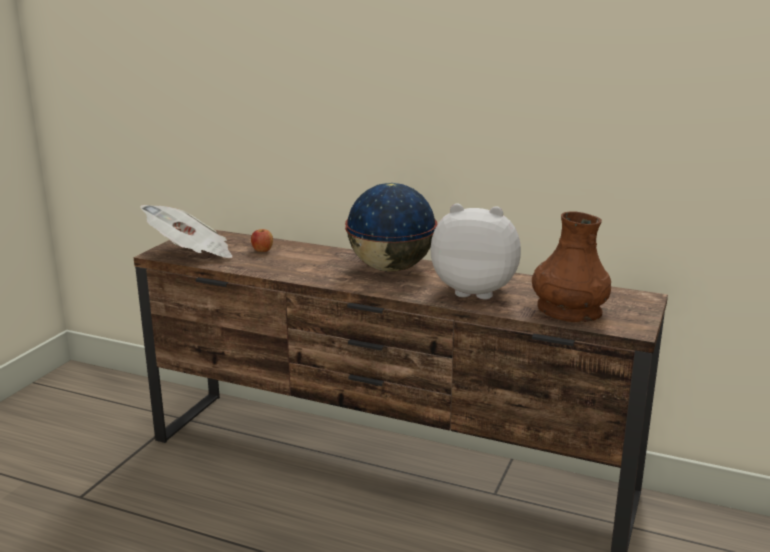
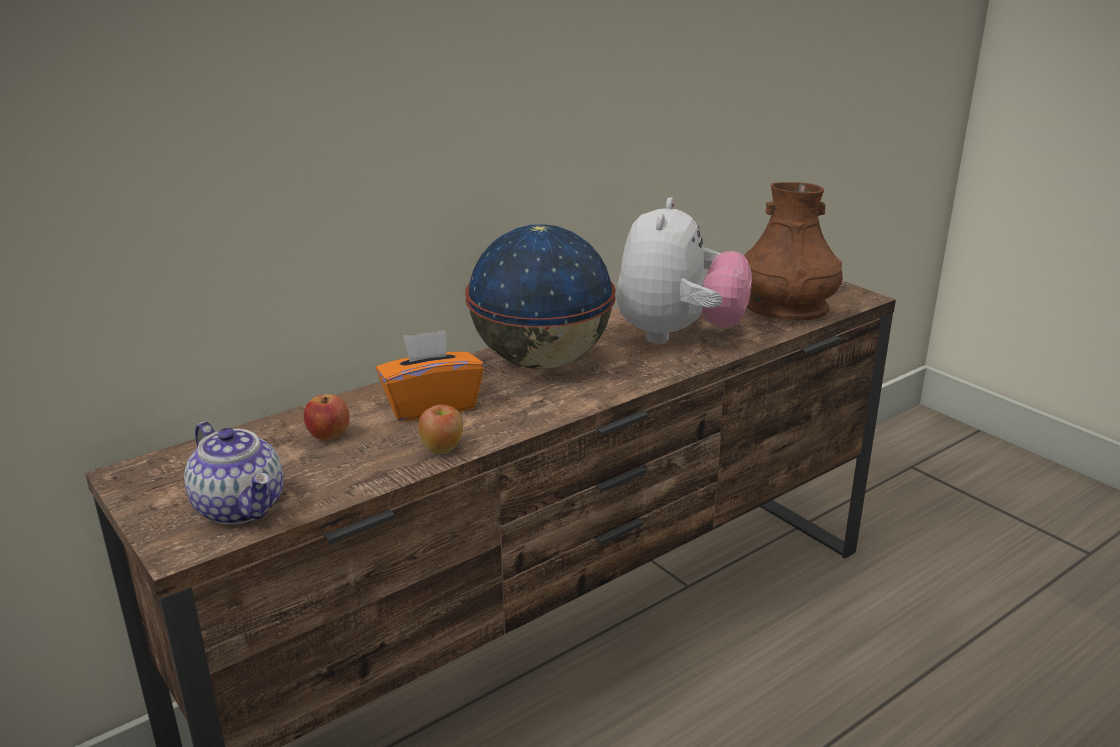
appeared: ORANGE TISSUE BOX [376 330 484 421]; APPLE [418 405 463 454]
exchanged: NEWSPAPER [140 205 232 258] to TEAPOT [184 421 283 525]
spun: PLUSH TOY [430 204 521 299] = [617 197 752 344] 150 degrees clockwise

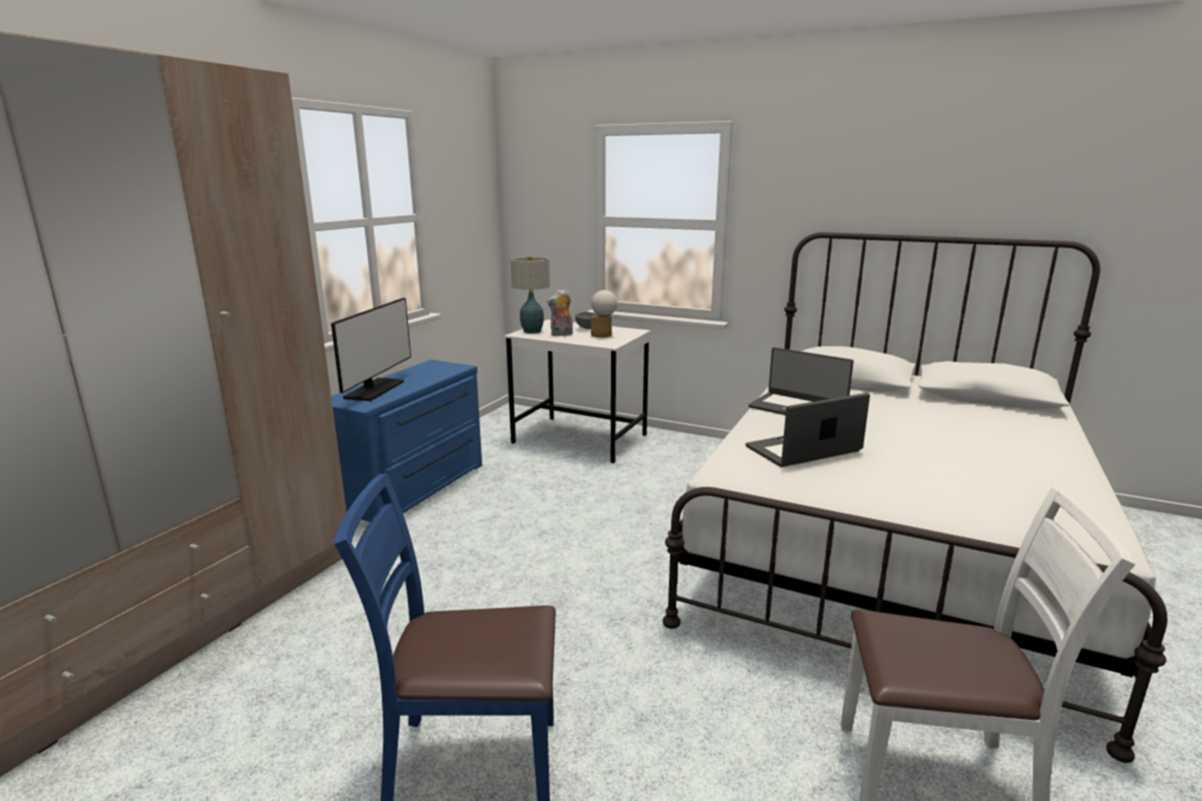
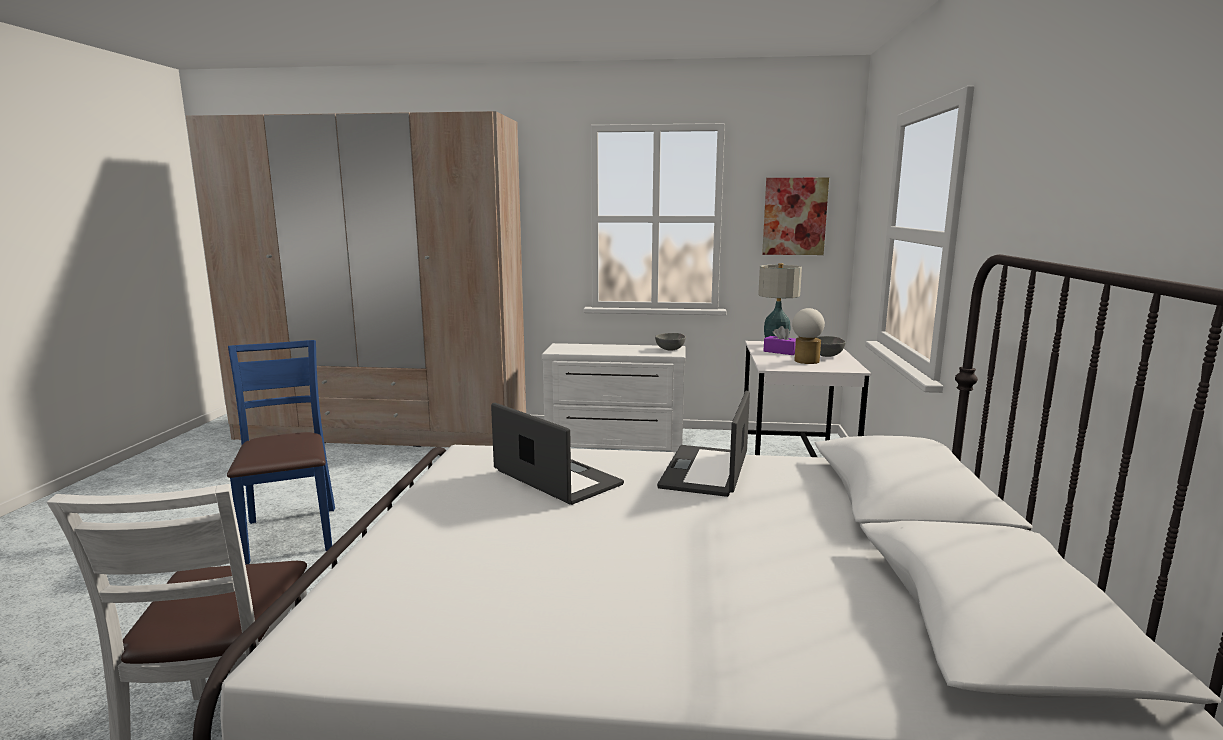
missing: MONITOR [331 298 411 401]
appeared: GREY BOWL [655 333 686 351]; PICTURE [762 178 829 255]
exchanged: PLUSH TOY [547 289 573 336] to PURPLE TISSUE BOX [763 326 796 355]
colour: BLUE DRESSER [331 360 482 522] to WHITE DRESSER [542 343 686 452]

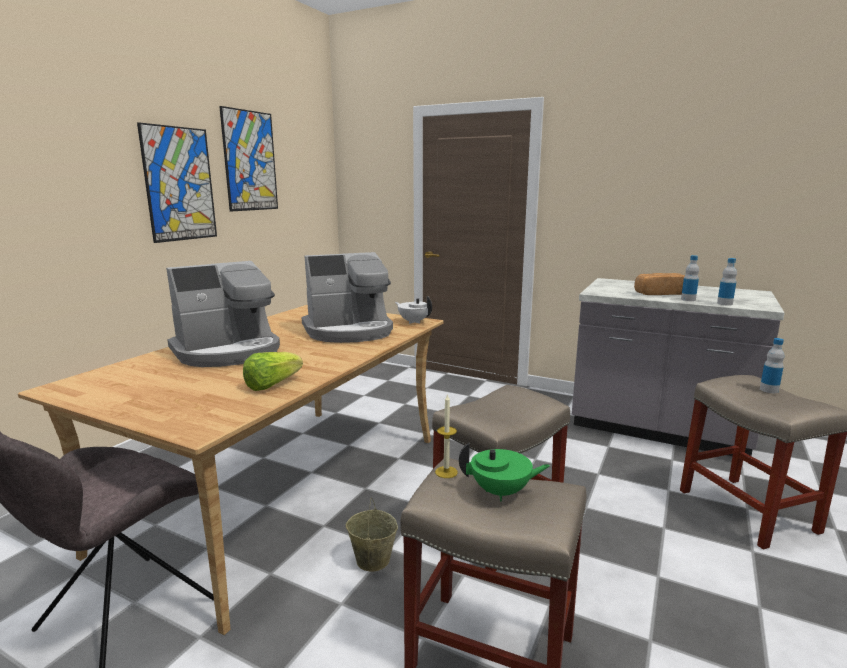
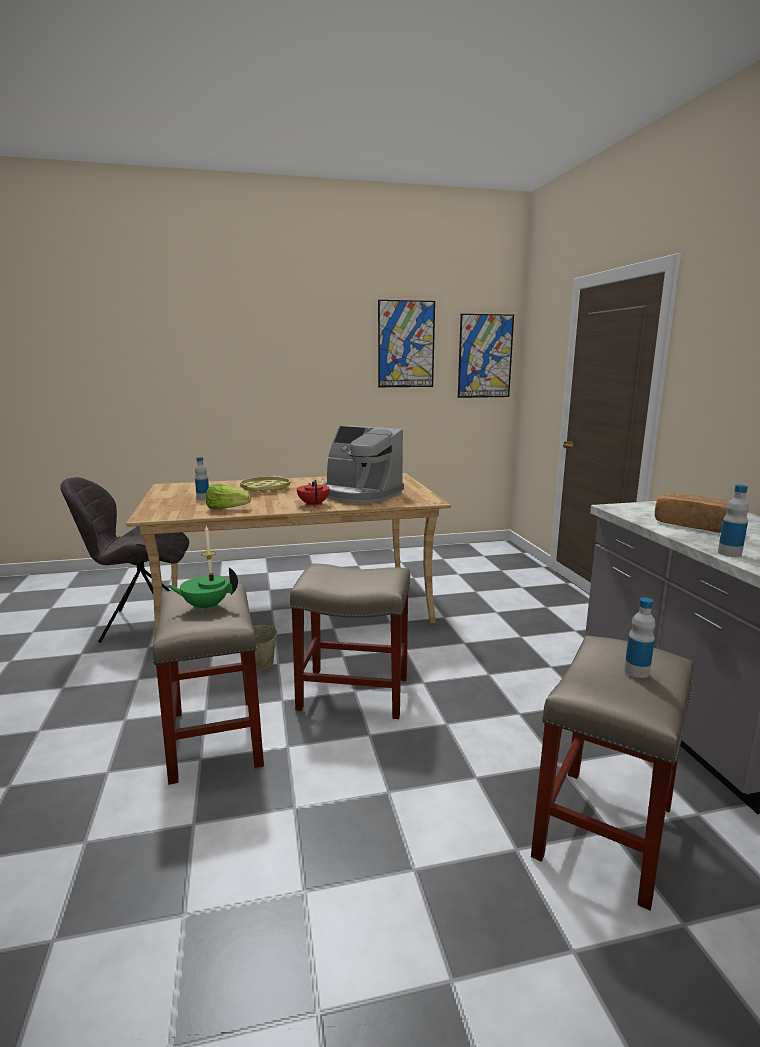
missing: WHITE TEAPOT [395 296 432 324]
appeared: RED TEAPOT [297 480 330 507]
relocated: PICTURE [137 122 217 243] to [458 314 514 398]; BOTTLE [681 255 699 301] to [195 457 209 500]
exchanged: COFFEE MACHINE [166 261 280 367] to YELLOW TRAY [240 476 290 493]
spun: GREEN TEAPOT [459 442 550 501] = [167 568 238 612] 120 degrees clockwise

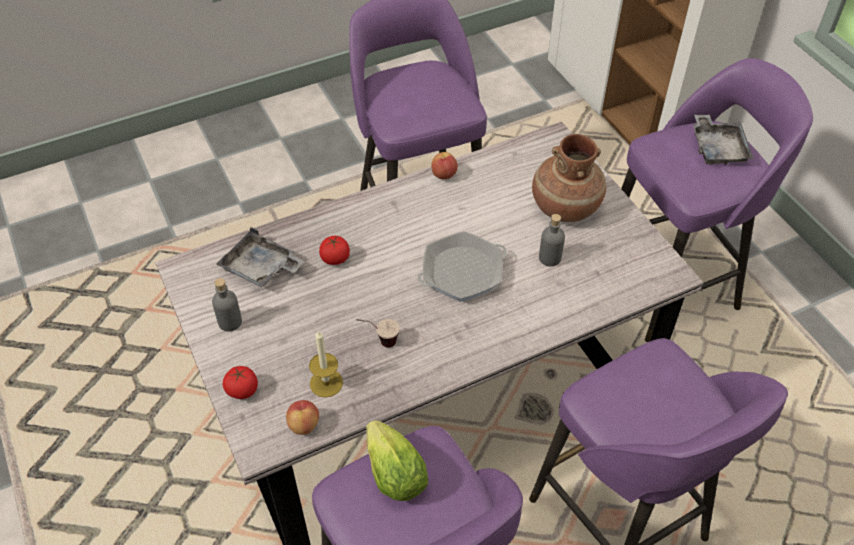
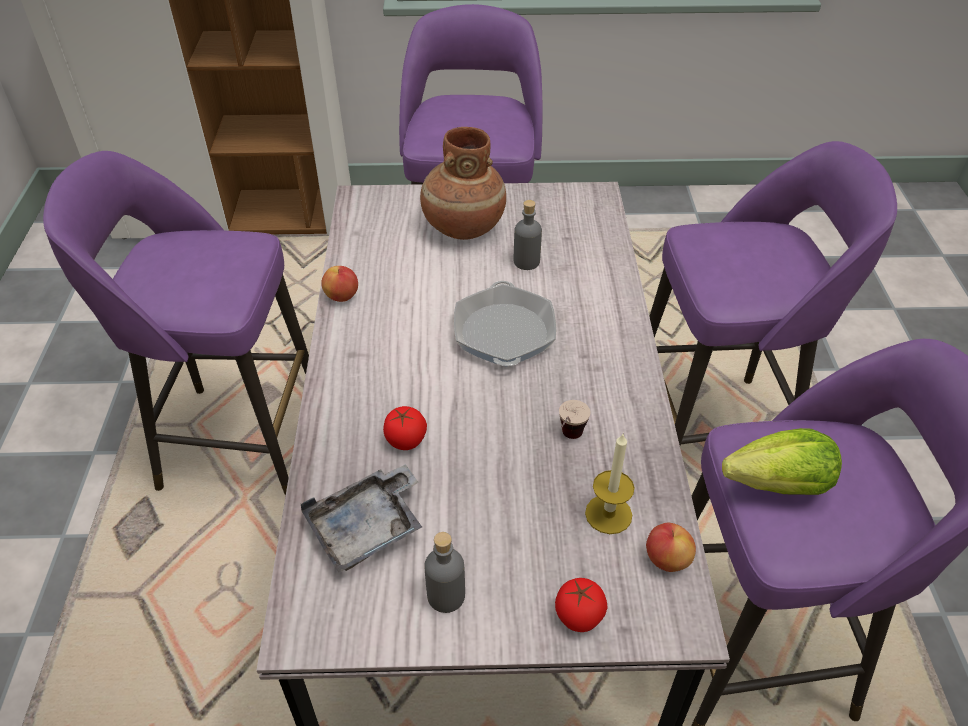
missing: GREY TRAY [693 115 753 165]

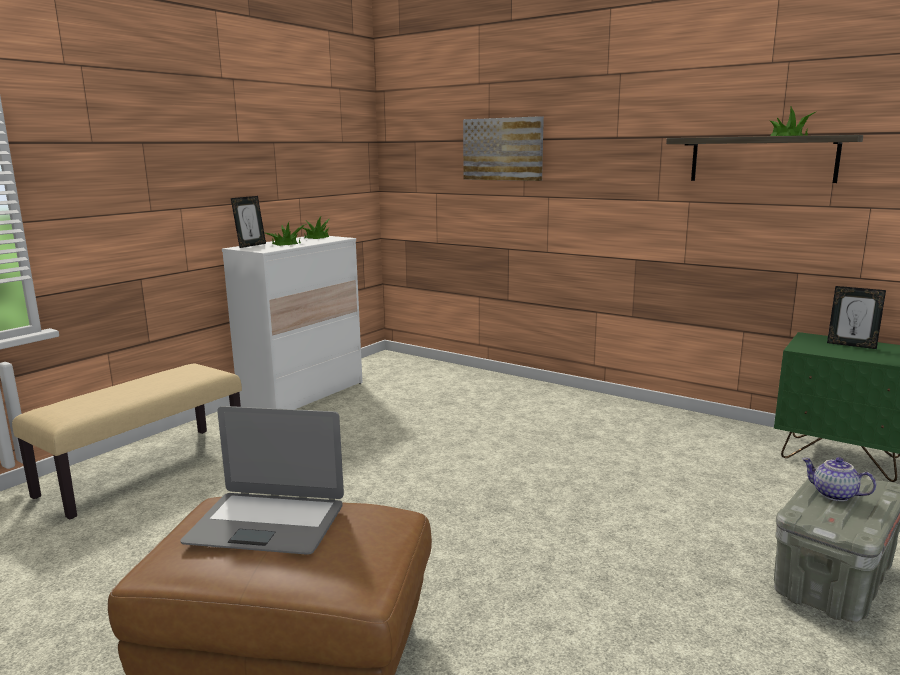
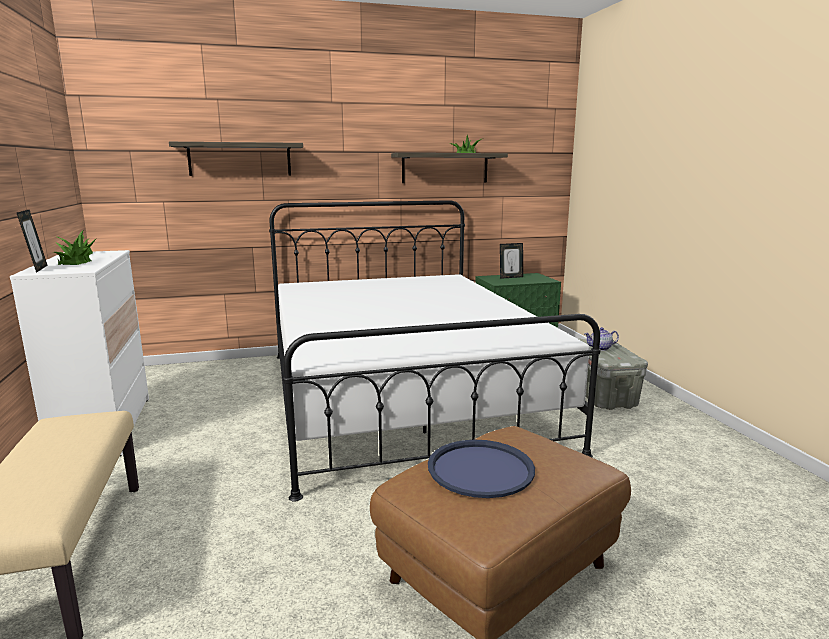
appeared: WHITE BED [269 200 601 502]
exchanged: LAPTOP [180 406 344 555] to BLUE TRAY [428 440 535 498]; PICTURE [463 116 544 181] to SHELF [169 142 303 176]

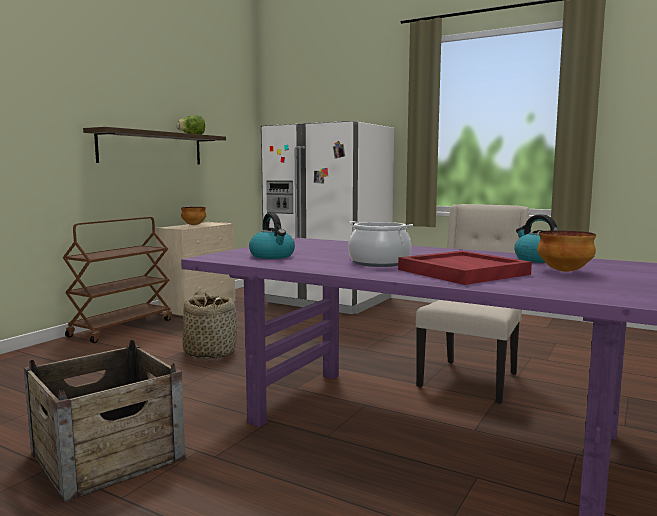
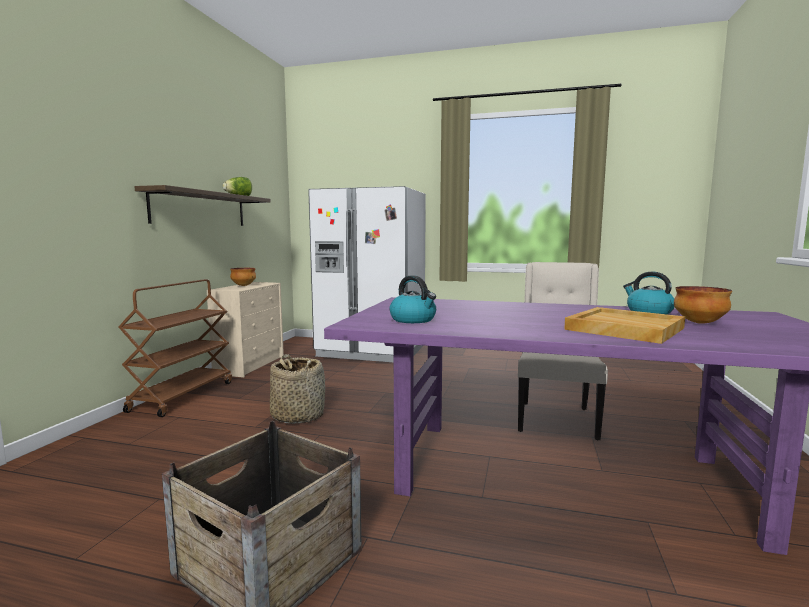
missing: COOKING POT [348 221 413 267]
colour: RED TRAY [398 251 532 285] to BEIGE TRAY [564 307 685 344]

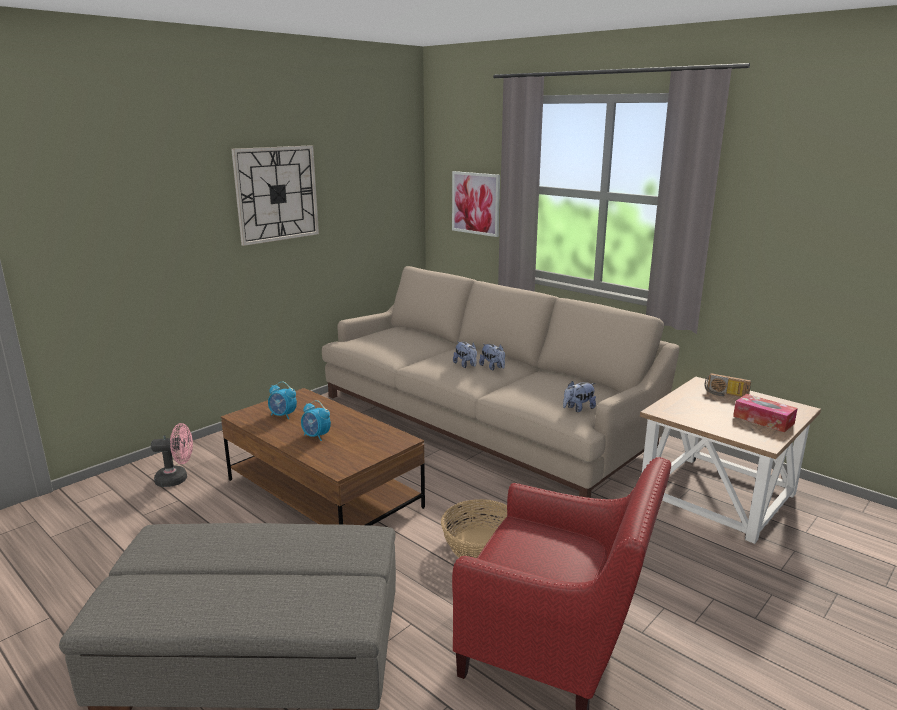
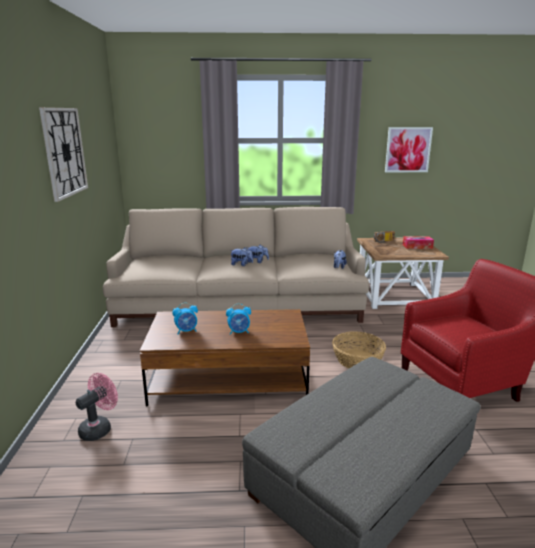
relocated: PICTURE [452 171 500 237] to [385 127 433 172]

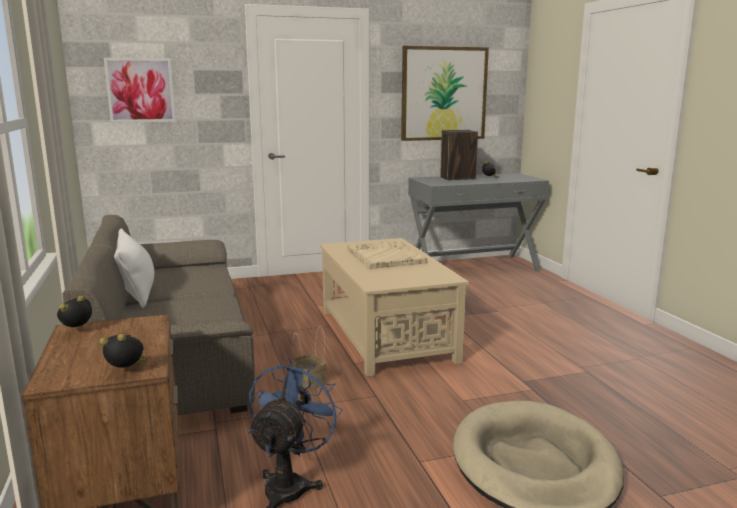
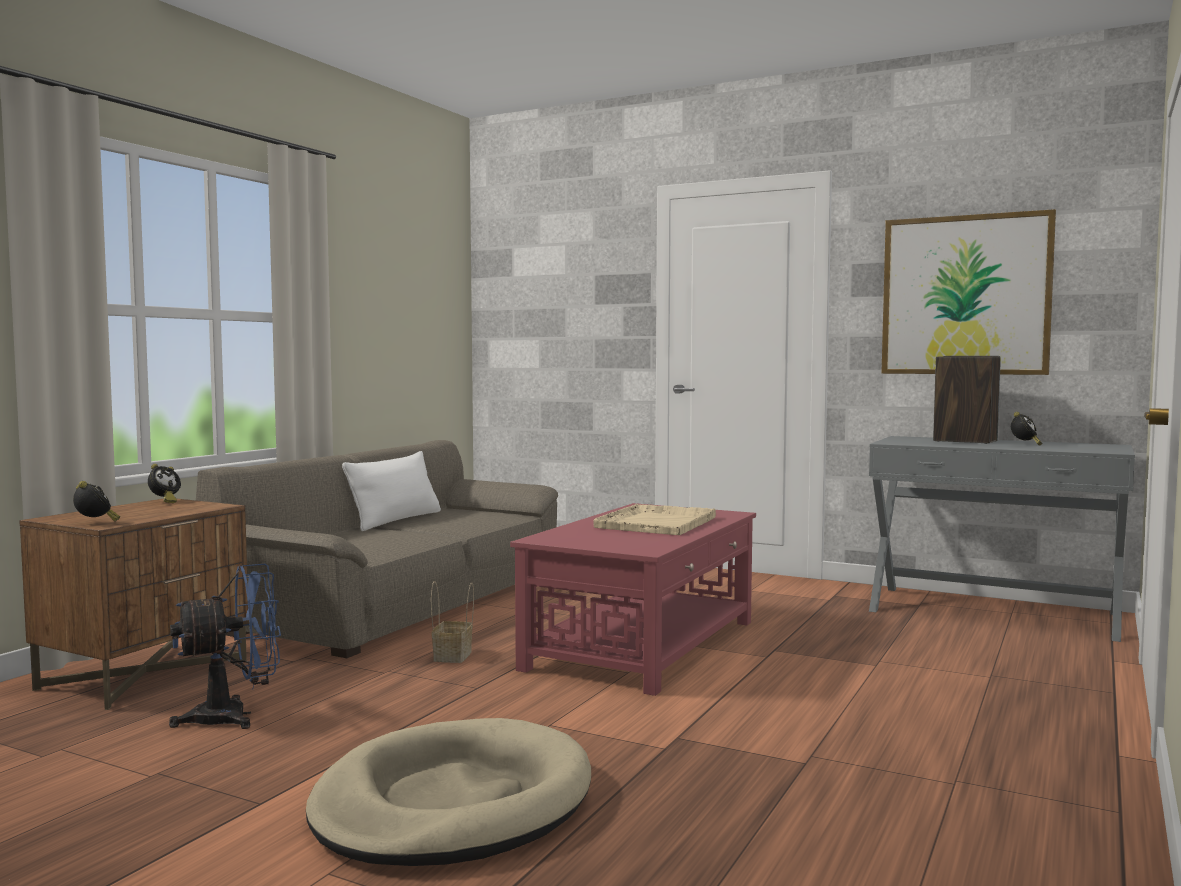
missing: PICTURE [104 58 176 123]
colour: BEIGE COFFEE TABLE [320 238 469 376] to RED COFFEE TABLE [510 503 756 696]
spun: ALARM CLOCK [57 296 92 327] = [148 464 181 503] 120 degrees clockwise

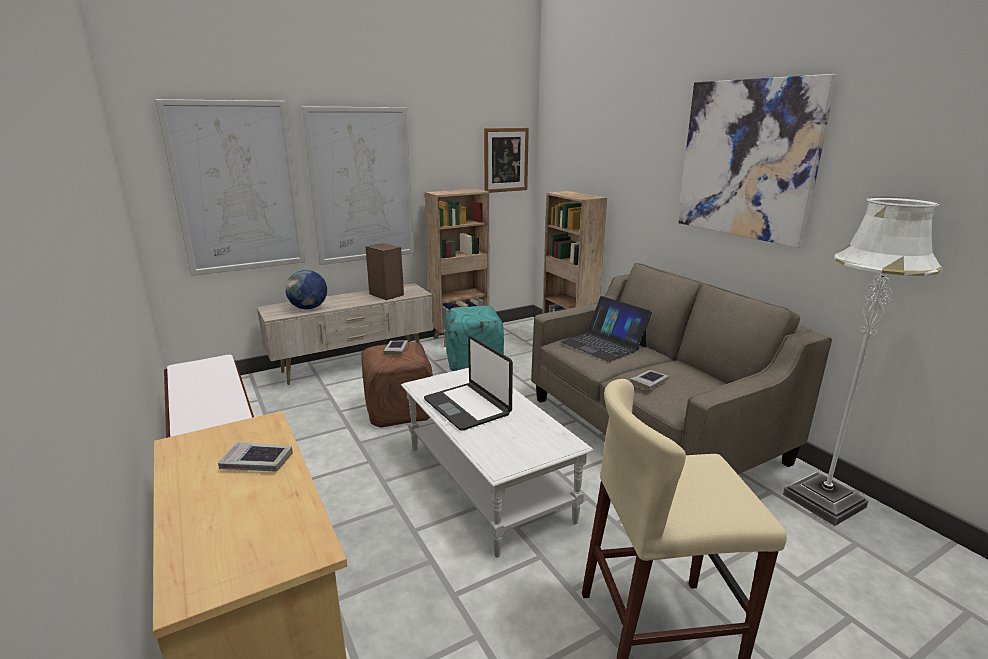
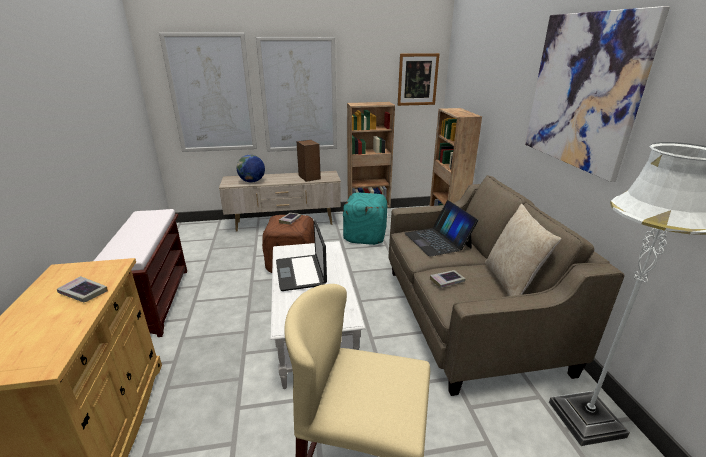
appeared: BEIGE PILLOW [485 204 561 296]

